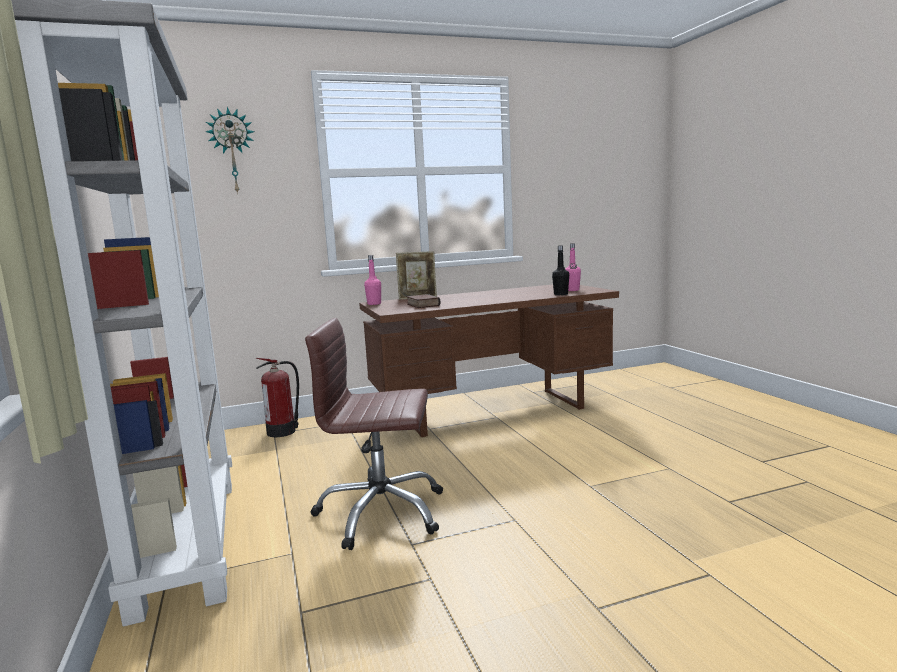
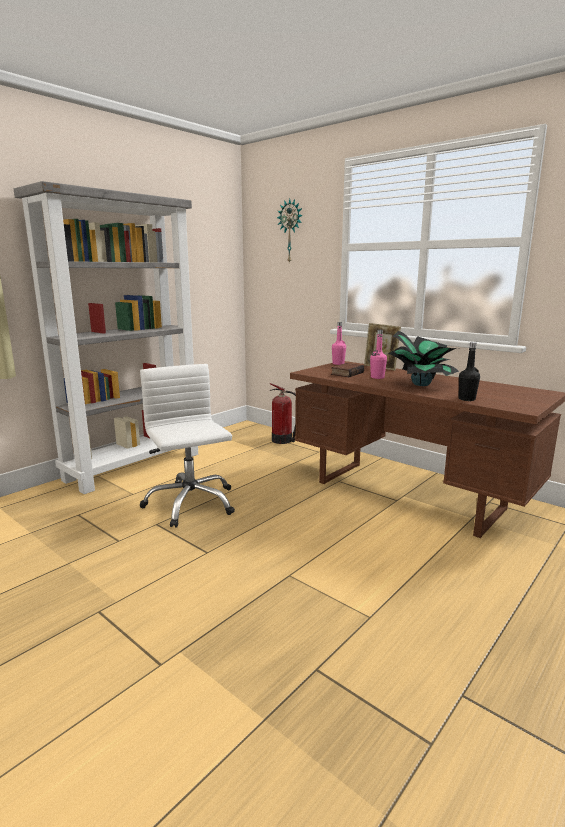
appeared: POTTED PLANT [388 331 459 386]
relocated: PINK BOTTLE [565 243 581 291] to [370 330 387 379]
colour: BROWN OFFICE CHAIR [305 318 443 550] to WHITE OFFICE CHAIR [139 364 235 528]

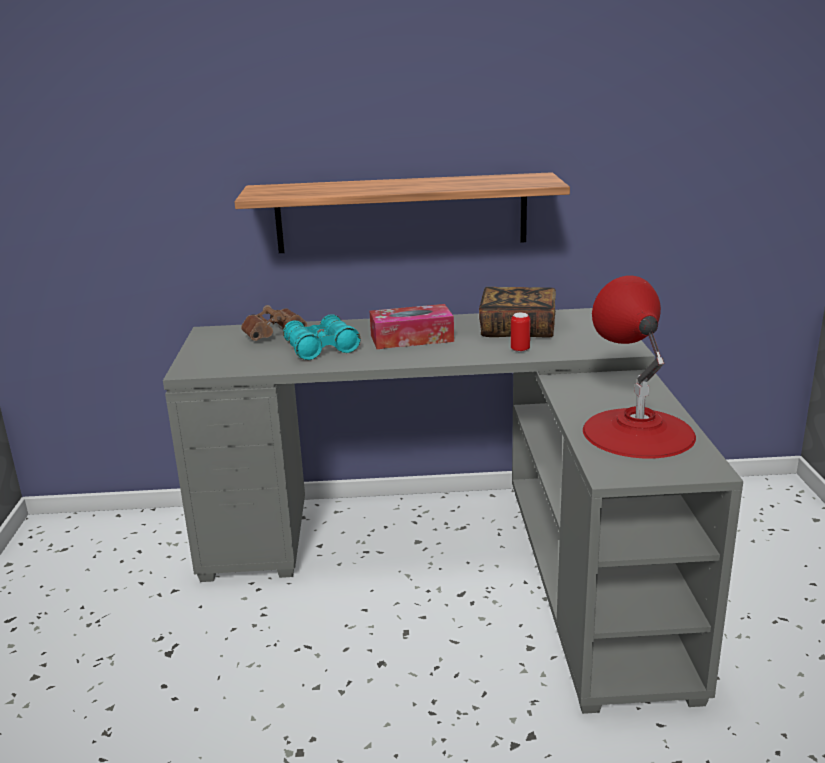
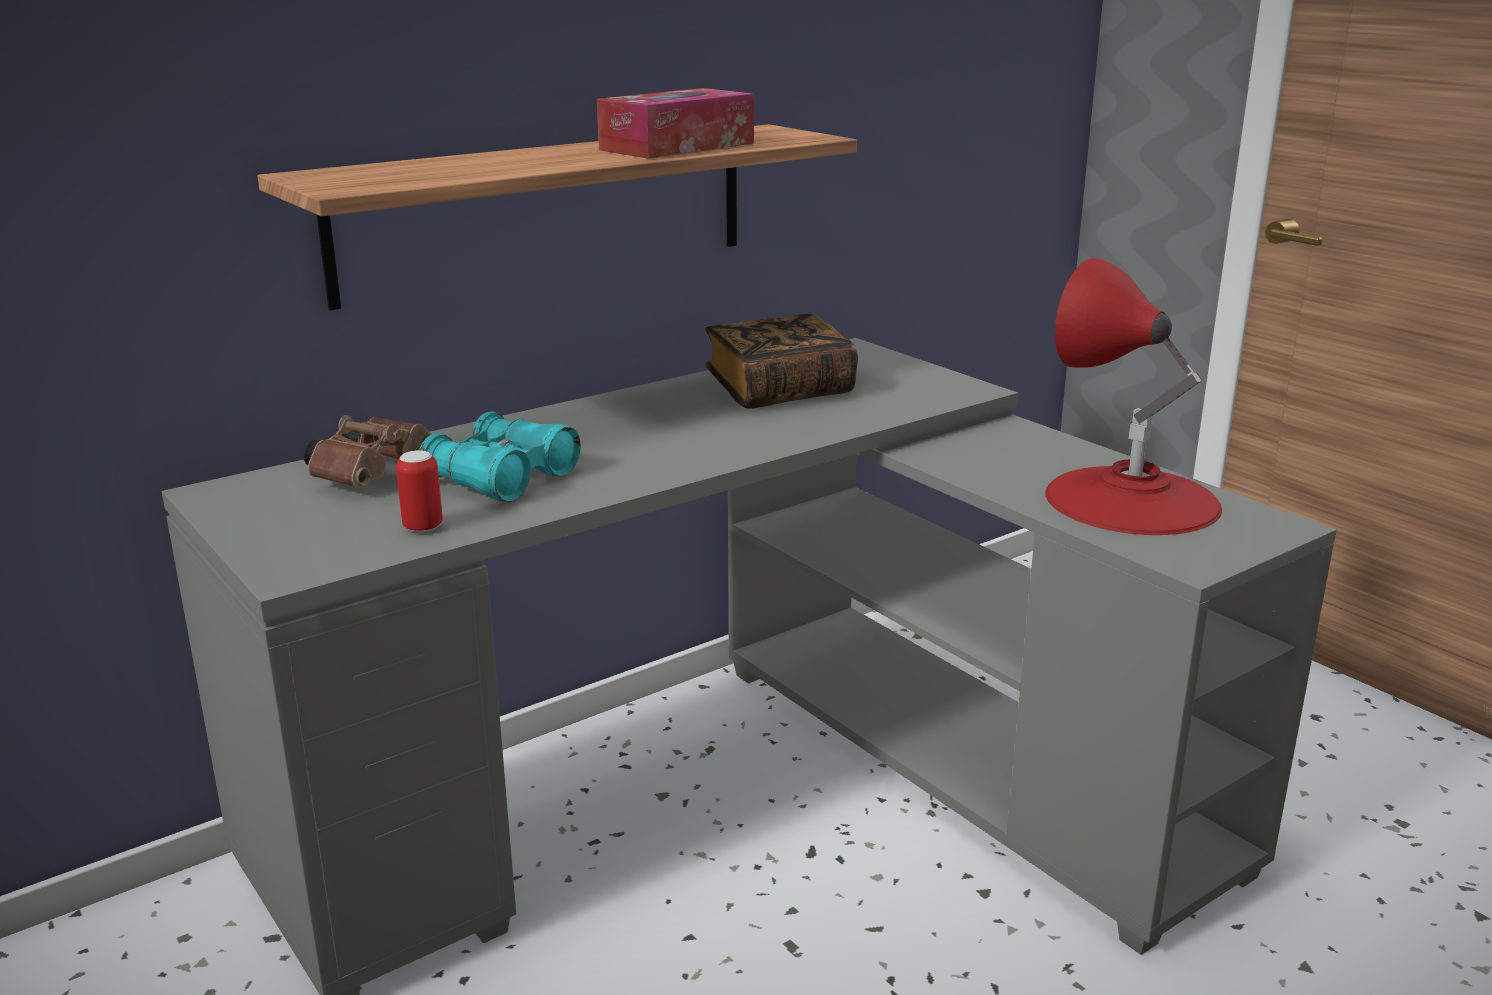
relocated: TISSUE BOX [370 304 454 349] to [597 88 754 159]; CAN [511 313 531 352] to [396 450 443 533]

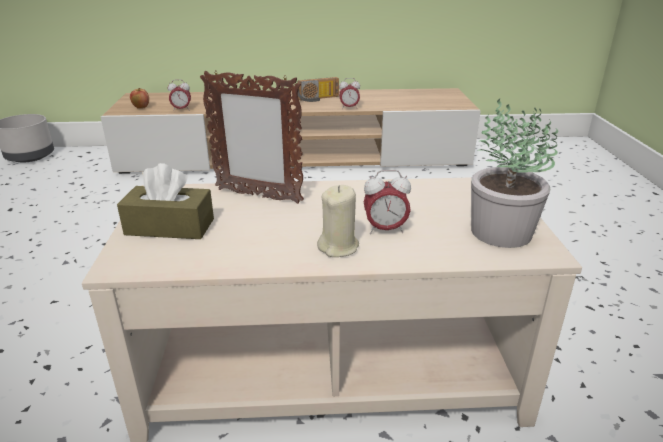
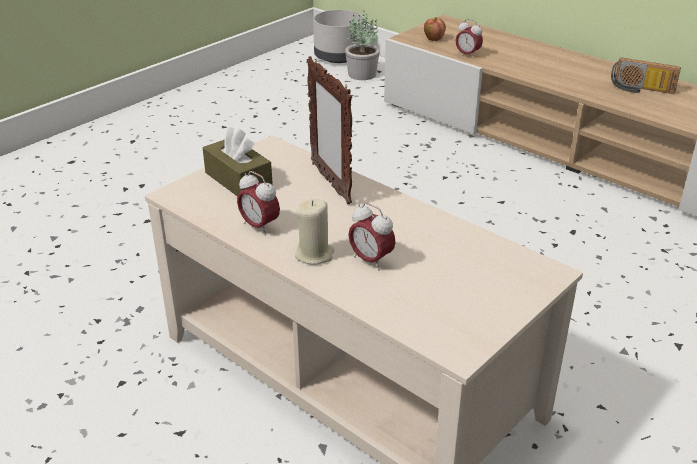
relocated: ALARM CLOCK [339 78 360 109] to [237 171 280 236]; POTTED PLANT [471 99 558 248] to [345 10 380 80]

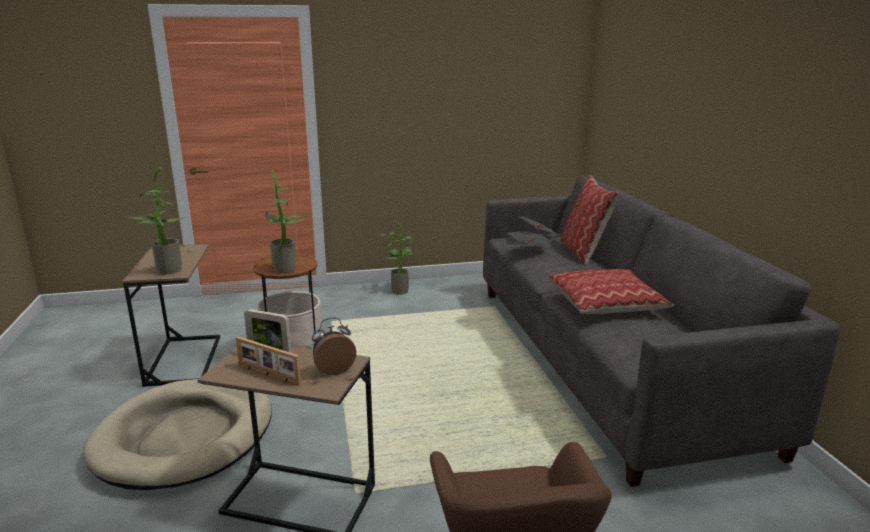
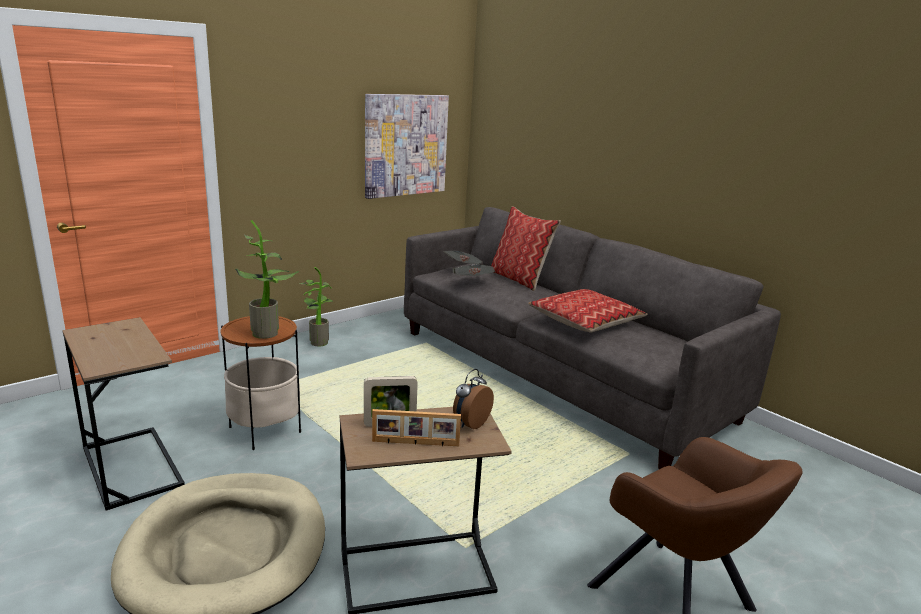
missing: POTTED PLANT [129 167 183 275]
appeared: PICTURE [365 94 449 199]

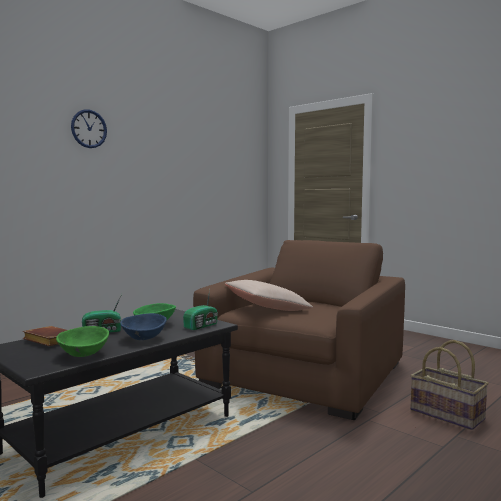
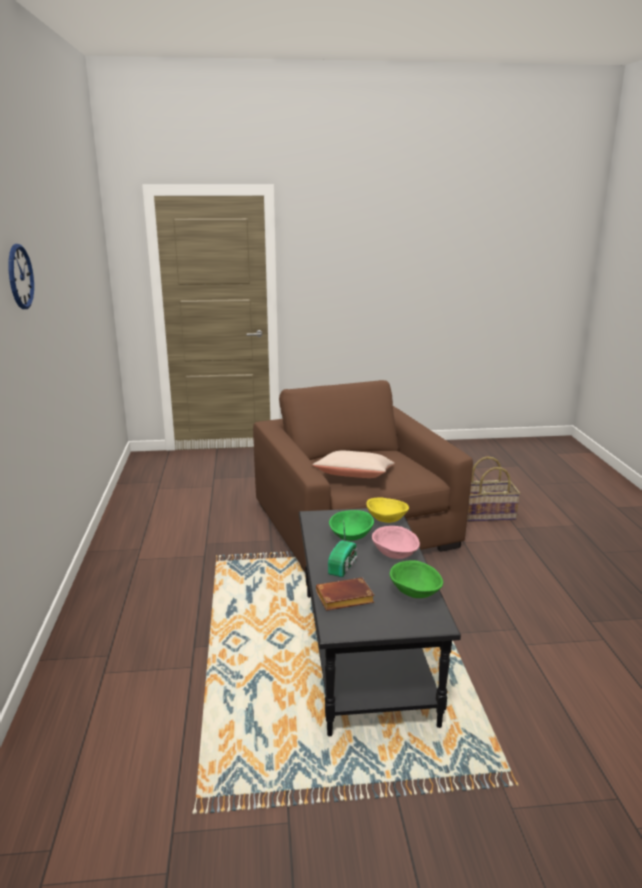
exchanged: RADIO [183 290 218 330] to YELLOW BOWL [366 497 409 523]
colour: BLUE BOWL [120 313 167 340] to PINK BOWL [372 526 420 559]

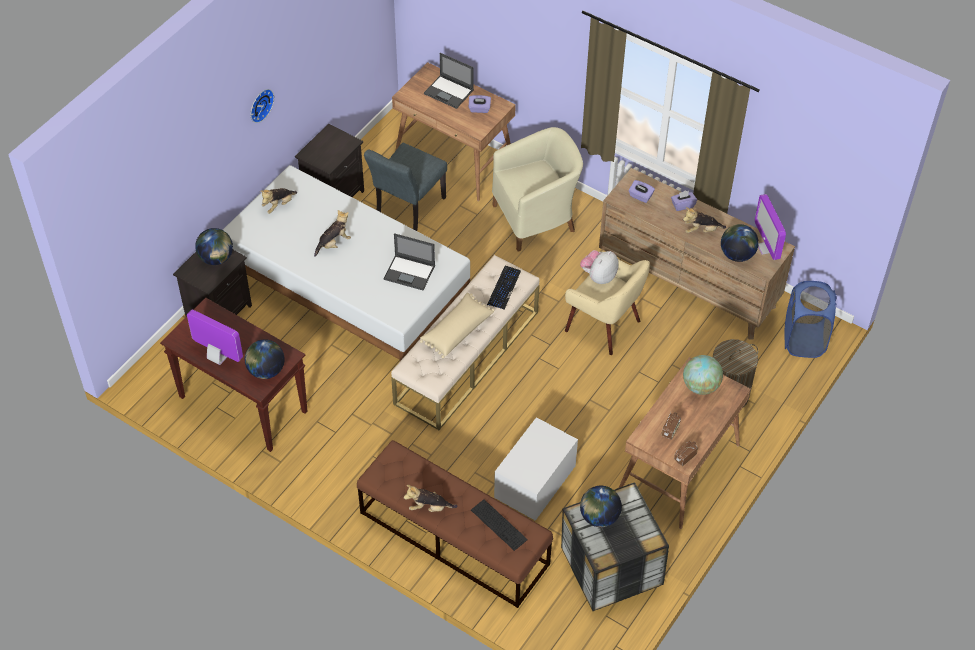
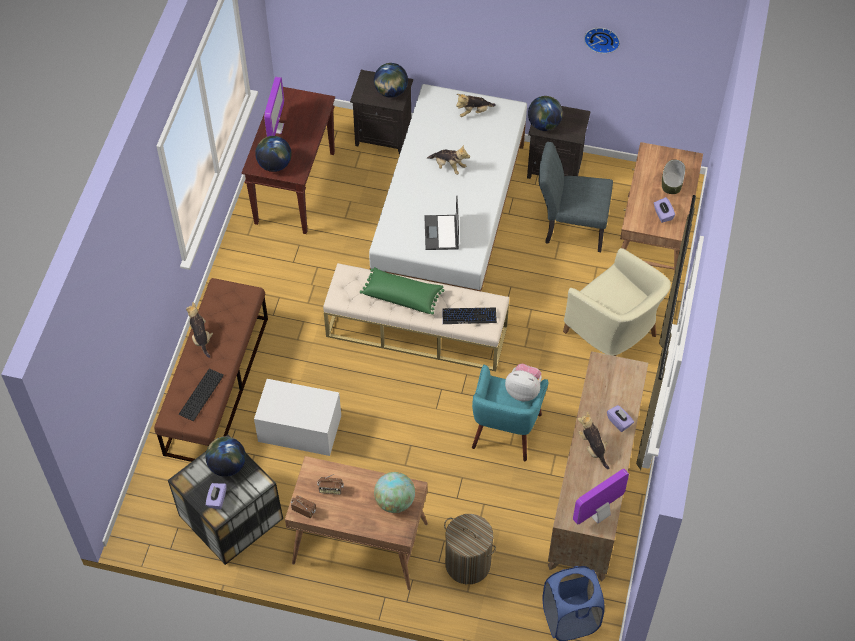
relocated: WALL CLOCK [251 89 274 123] to [584 28 620 54]; PURPLE TISSUE BOX [629 180 655 203] to [206 483 227 509]; GLOBE [721 224 759 262] to [528 96 563 131]
exchanged: LAPTOP [424 53 474 109] to BOWL [662 160 685 194]
colour: BEIGE PILLOW [420 293 495 358] to GREEN PILLOW [360 267 444 315]; BEIGE ARMCHAIR [565 251 650 355] to TURQUOISE ARMCHAIR [472 365 548 461]
spun: PLUSH TOY [260 188 297 214] = [456 94 496 117] 45 degrees counterclockwise

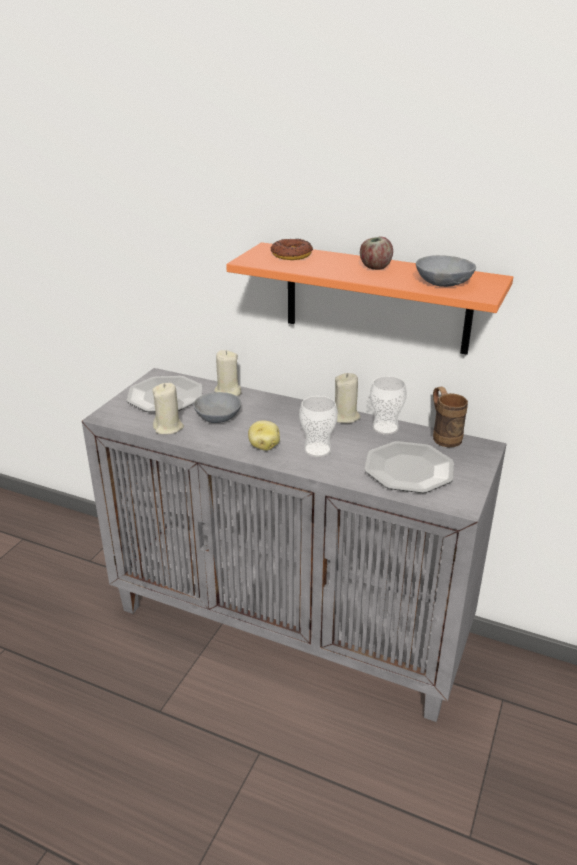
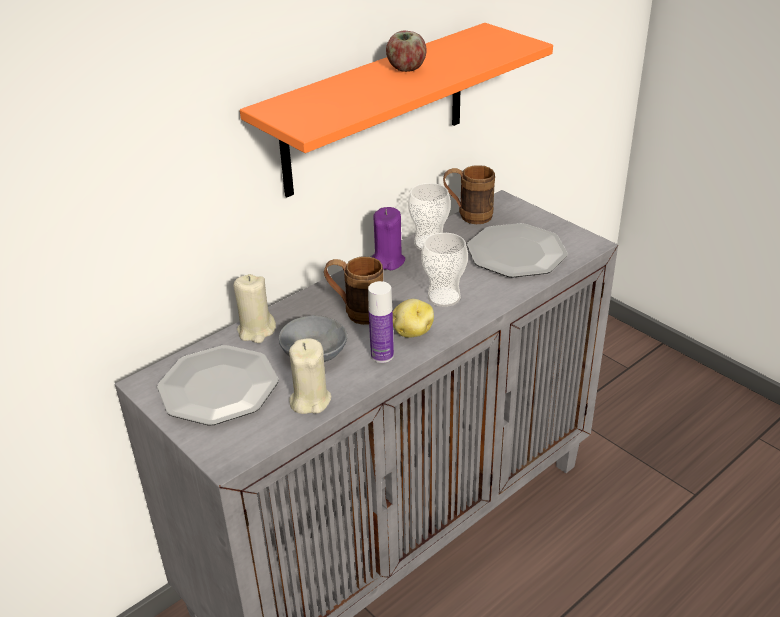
missing: DONUT [271 239 313 260]; GREY BOWL [416 255 476 287]
appeared: BROWN MUG [324 257 383 325]; BOTTLE [368 281 394 363]
colour: BEIGE CANDLE [335 373 361 423] to PURPLE CANDLE [372 207 405 270]

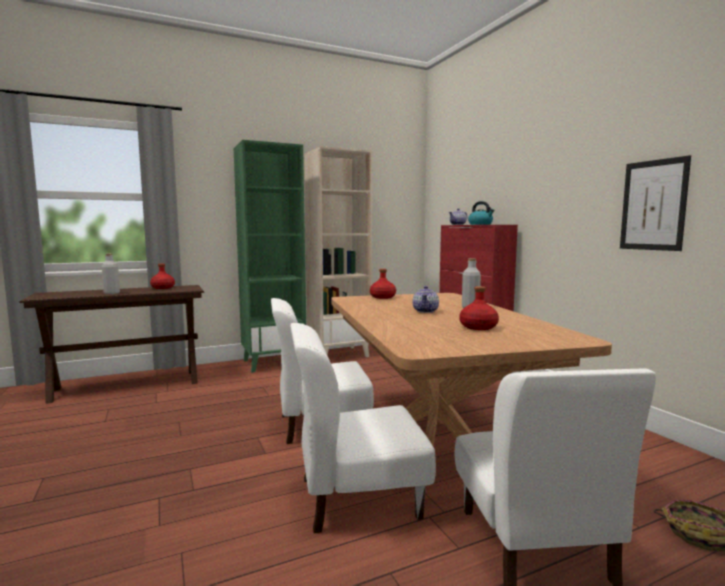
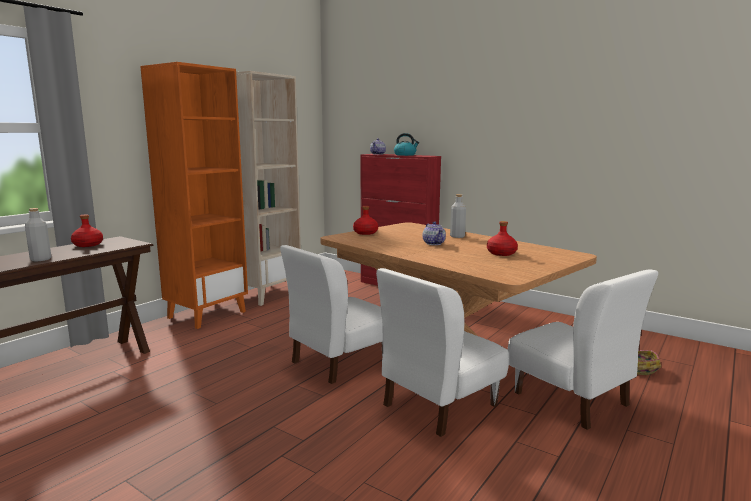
missing: PICTURE [620 155 691 251]
colour: GREEN BOOKCASE [234 140 306 373] to ORANGE BOOKCASE [140 62 248 329]

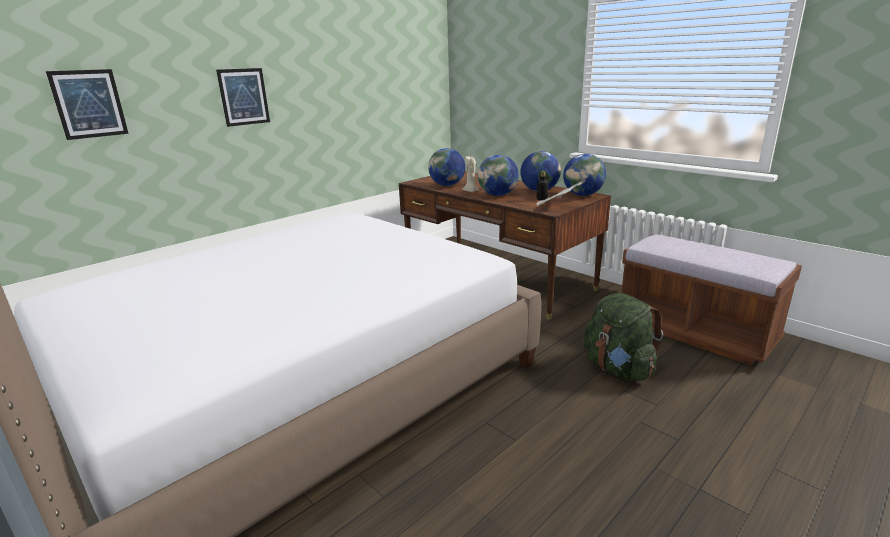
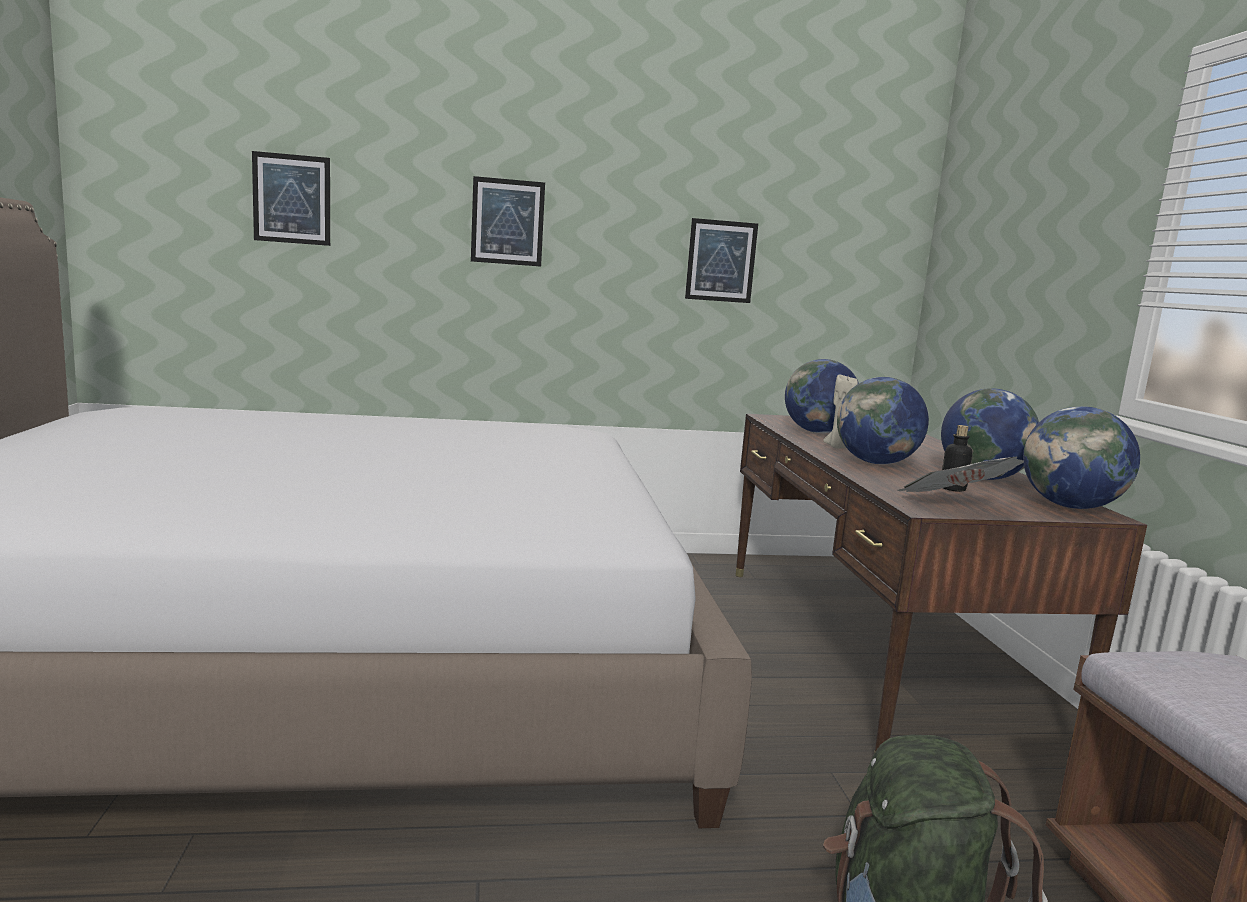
appeared: PICTURE [685 218 758 303]

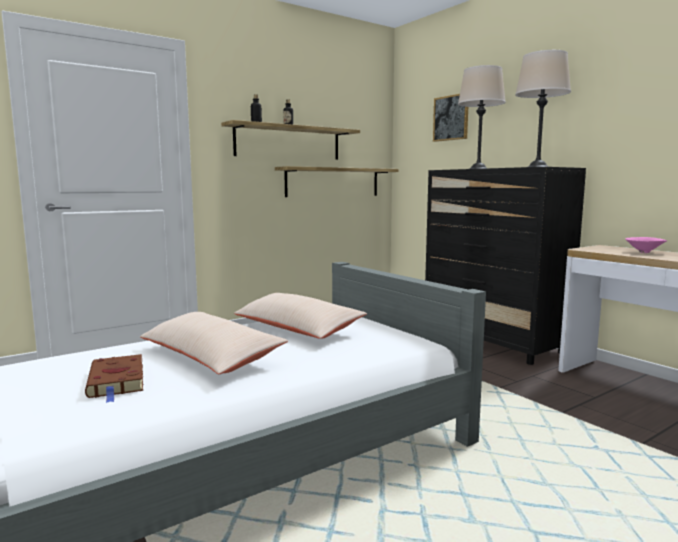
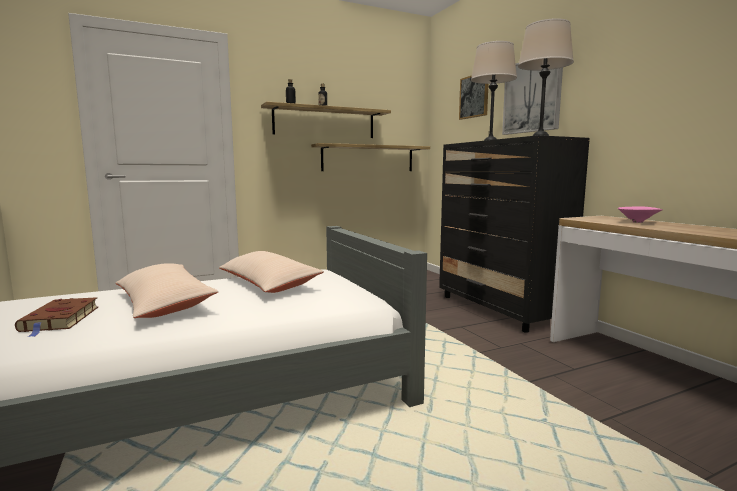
appeared: PICTURE [502 63 563 135]

